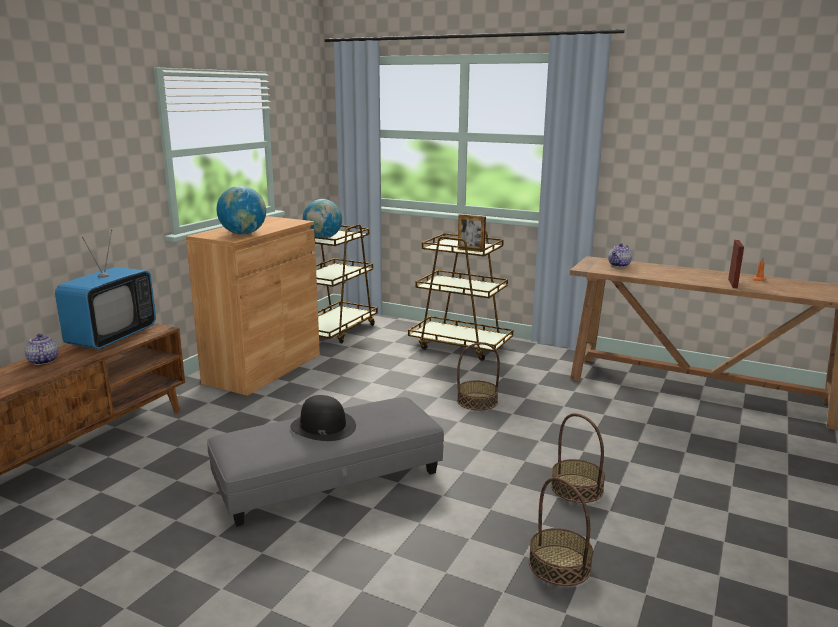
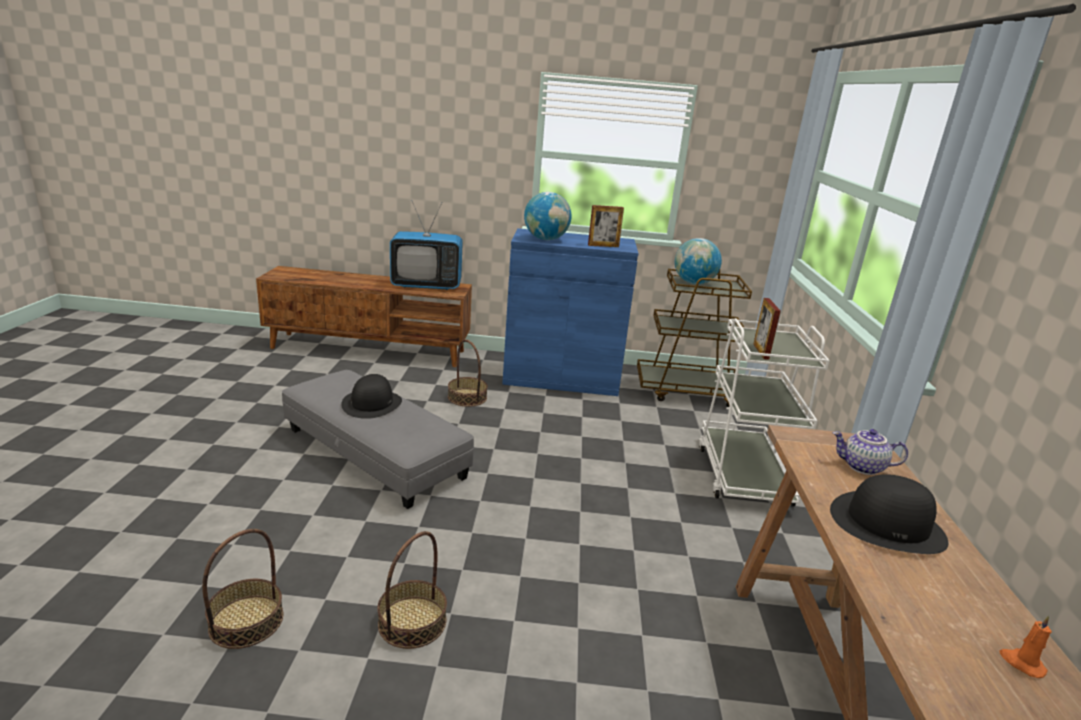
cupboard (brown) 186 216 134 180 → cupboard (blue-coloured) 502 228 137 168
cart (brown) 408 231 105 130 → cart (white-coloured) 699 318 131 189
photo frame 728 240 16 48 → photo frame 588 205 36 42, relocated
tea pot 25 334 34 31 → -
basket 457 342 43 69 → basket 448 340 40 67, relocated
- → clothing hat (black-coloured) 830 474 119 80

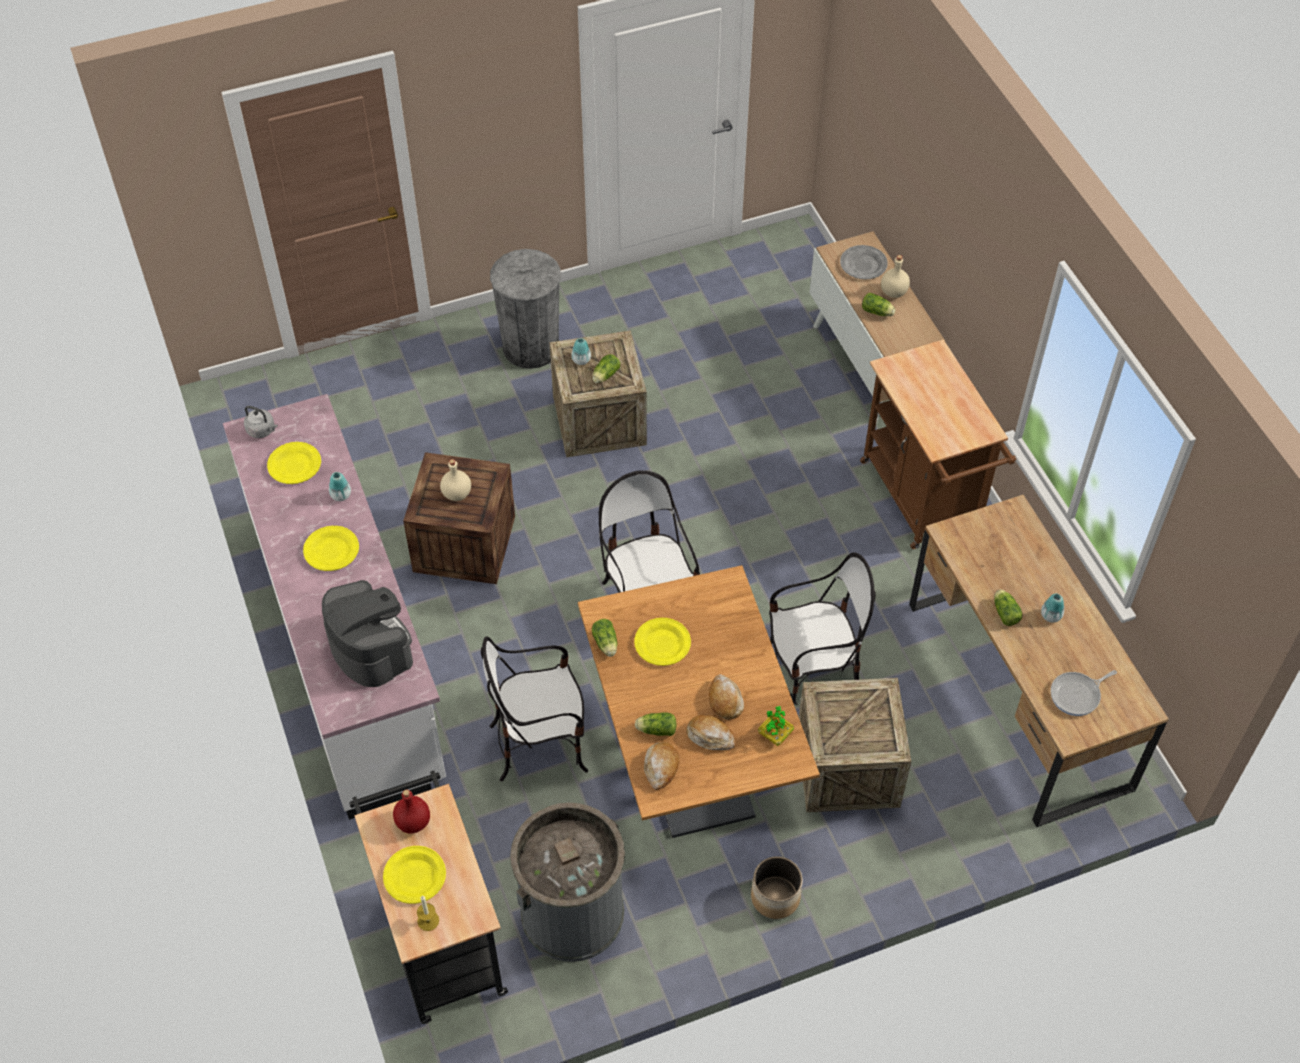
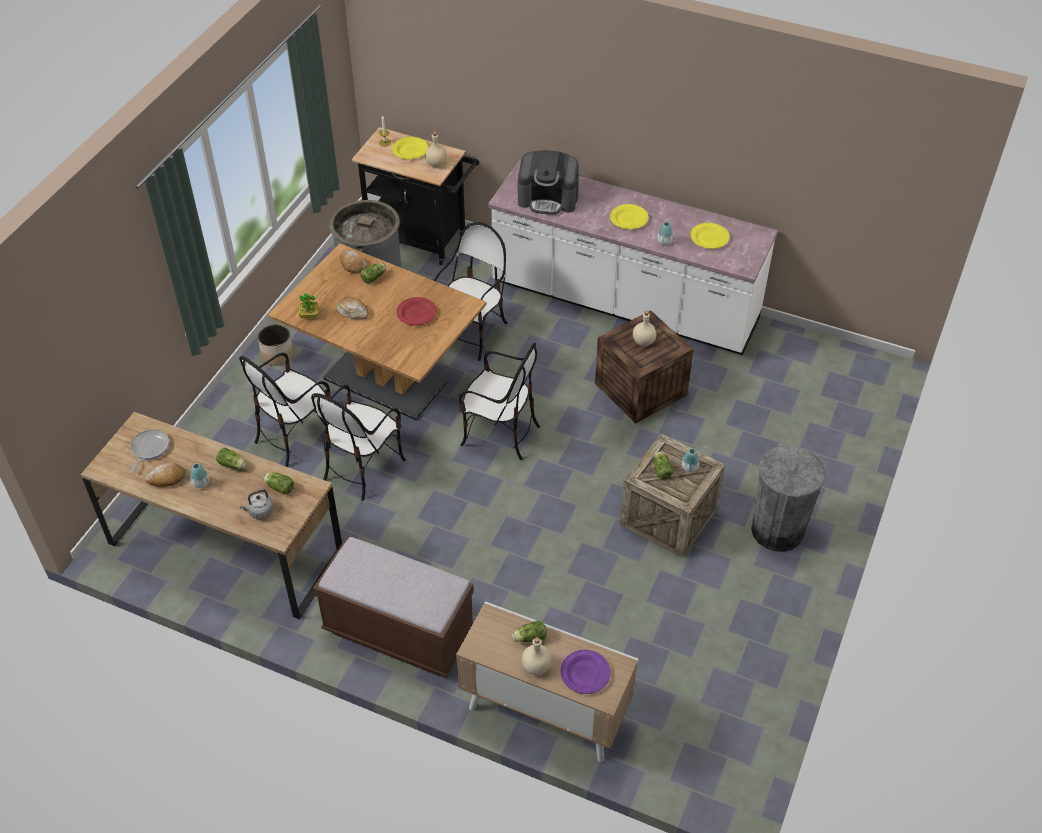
plate (grey) 840 245 48 34 → plate (purple-coloured) 560 650 51 44
cart (brown) 860 340 156 209 → long seat (brown) 313 537 161 140
water kettle (grey) 244 406 33 32 → water kettle (grey) 239 489 35 30, relocated
plate (yellow-coloured) 634 618 57 48 → plate (reddish) 396 297 41 29
head of lettuce 592 619 25 38 → head of lettuce 263 472 31 23, relocated
crate 799 678 112 134 → upright chair 239 353 92 114
bread 686 714 49 36 → bread 145 462 41 25, relocated
drink bottle (reddish) 393 790 37 44 → drink bottle (beige) 425 132 22 35

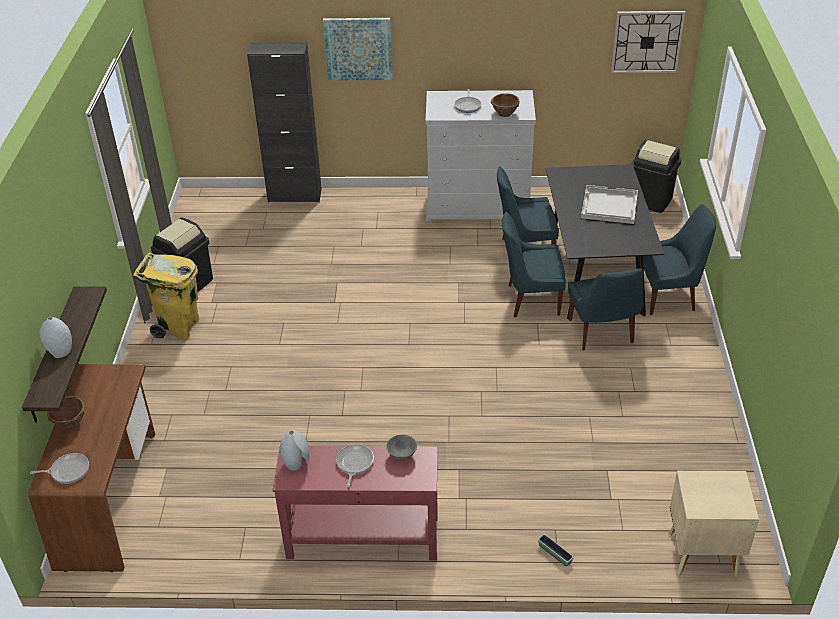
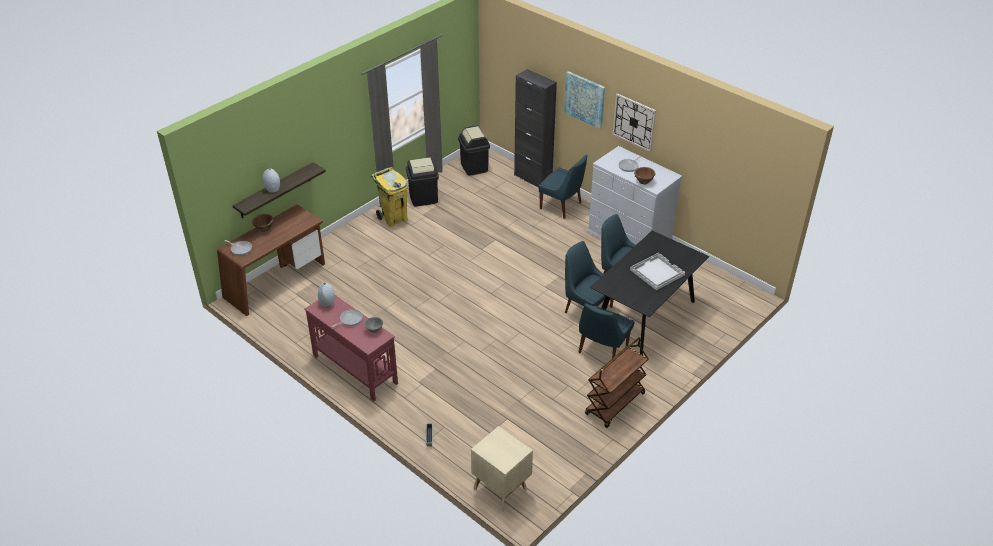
hanging clock 611 11 74 62 → hanging clock 612 93 44 59, relocated
rubbish bin (black-coloured) 631 140 51 73 → rubbish bin (black-coloured) 458 125 32 51, relocated
upright chair (blue-coloured) 643 204 73 111 → upright chair (blue-coloured) 539 154 48 65, relocated
- → cart (brown) 585 337 64 91

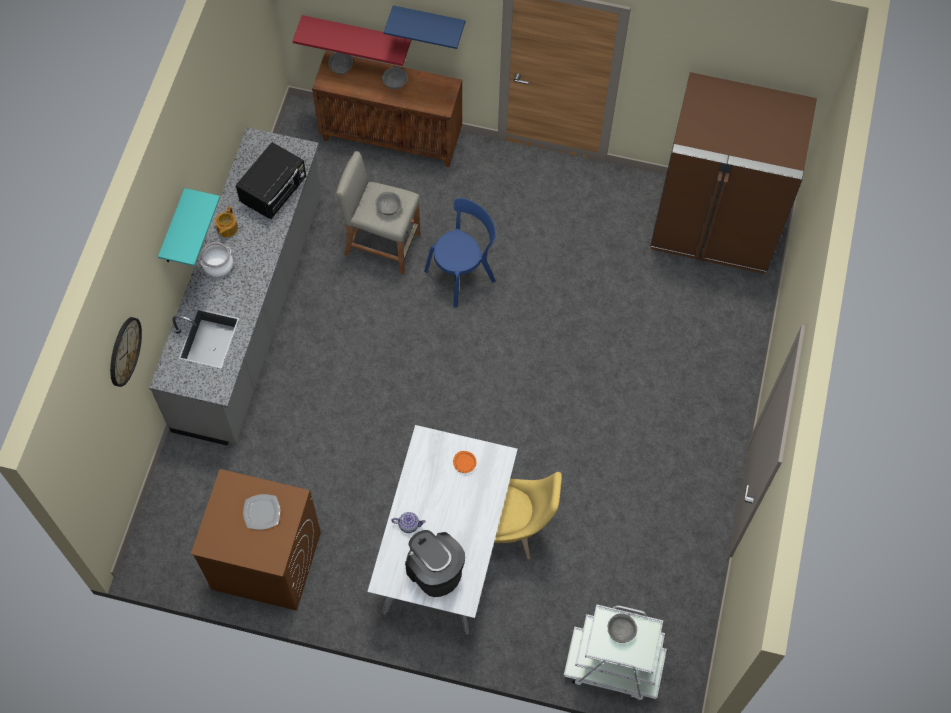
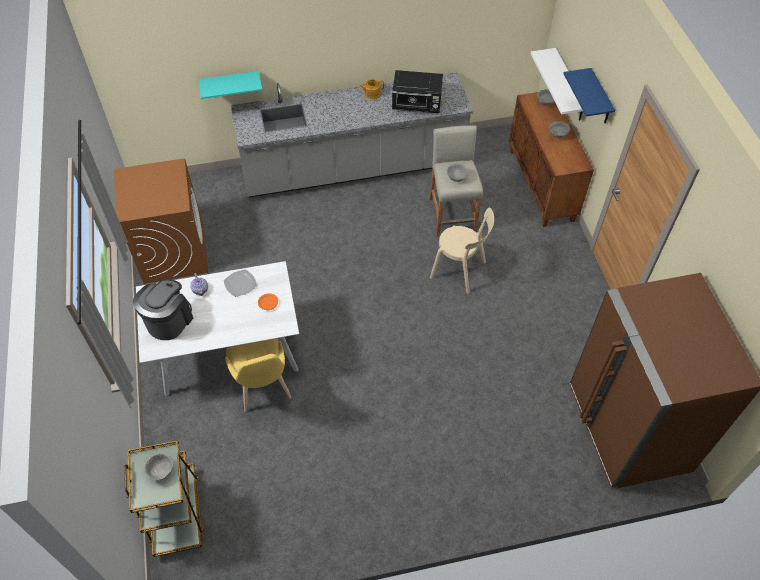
shelf (reddish) 293 15 118 51 → shelf (white-coloured) 531 48 52 73
shelf (turquoise-coloured) 158 188 62 78 → shelf (turquoise-coloured) 198 71 64 28, relocated
upright chair (blue-coloured) 424 198 72 110 → upright chair (beige) 430 208 64 86
saucepot 201 242 32 35 → -
hanging clock 110 317 32 70 → -
plate 243 494 37 36 → plate 224 269 33 28, relocated
cart (white-coloured) 563 604 104 96 → cart (brown) 124 440 81 117

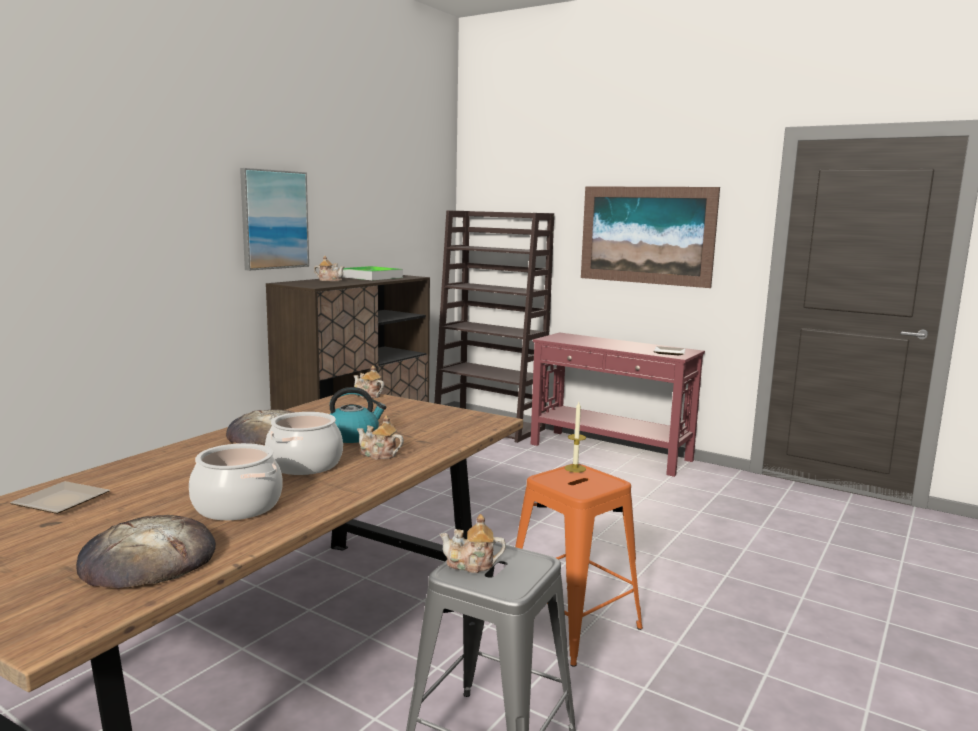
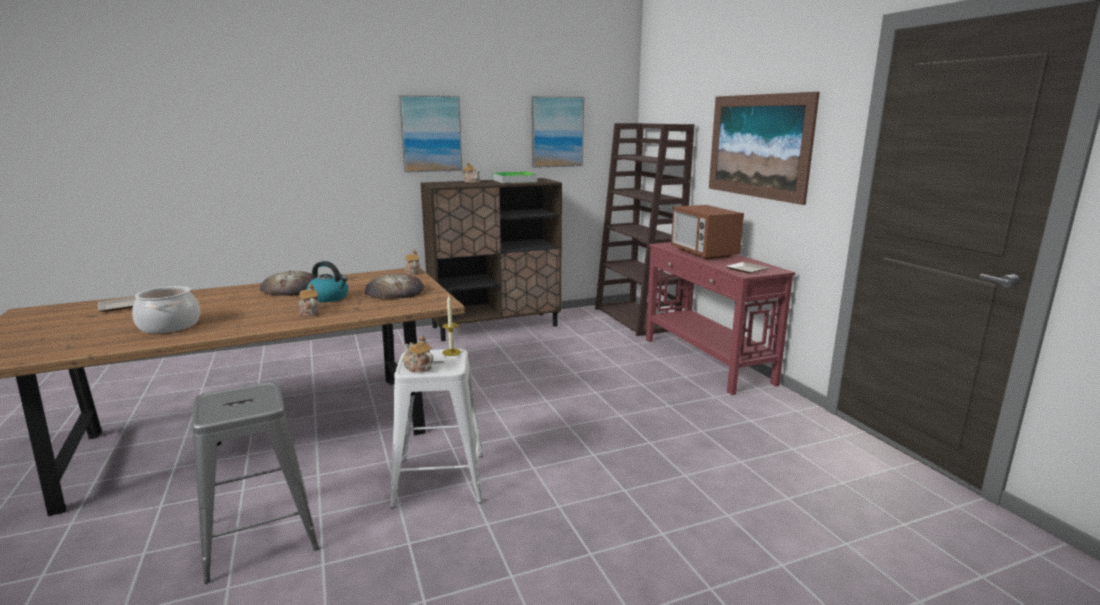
saucepot 265 412 78 63 → -
sitting stool (orangey) 515 464 128 203 → sitting stool (white-coloured) 390 349 93 160
tea pot 440 514 66 59 → tea pot 403 335 31 37, relocated
bread 76 515 140 73 → bread 365 274 59 25, relocated
- → picture 531 96 53 72
- → microwave oven 671 205 73 55

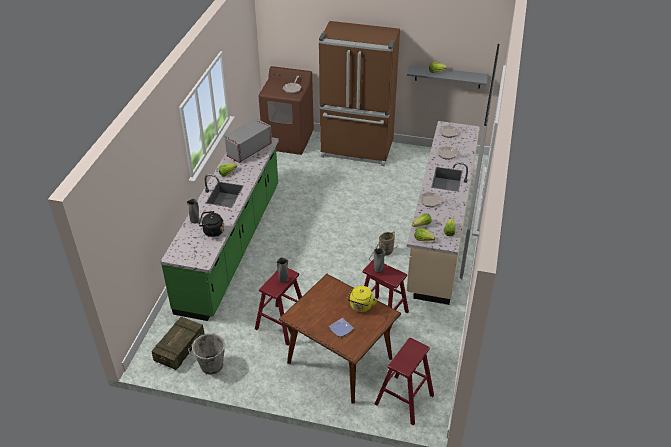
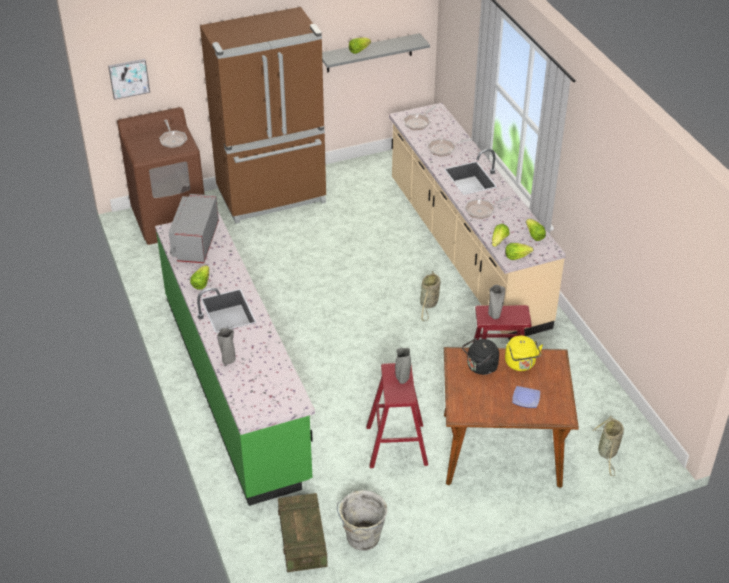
water kettle (black-coloured) 199 211 25 26 → water kettle (black-coloured) 462 338 37 37, relocated
sitting stool (reddish) 375 338 59 88 → basket 592 416 32 60
- → picture 108 59 42 41

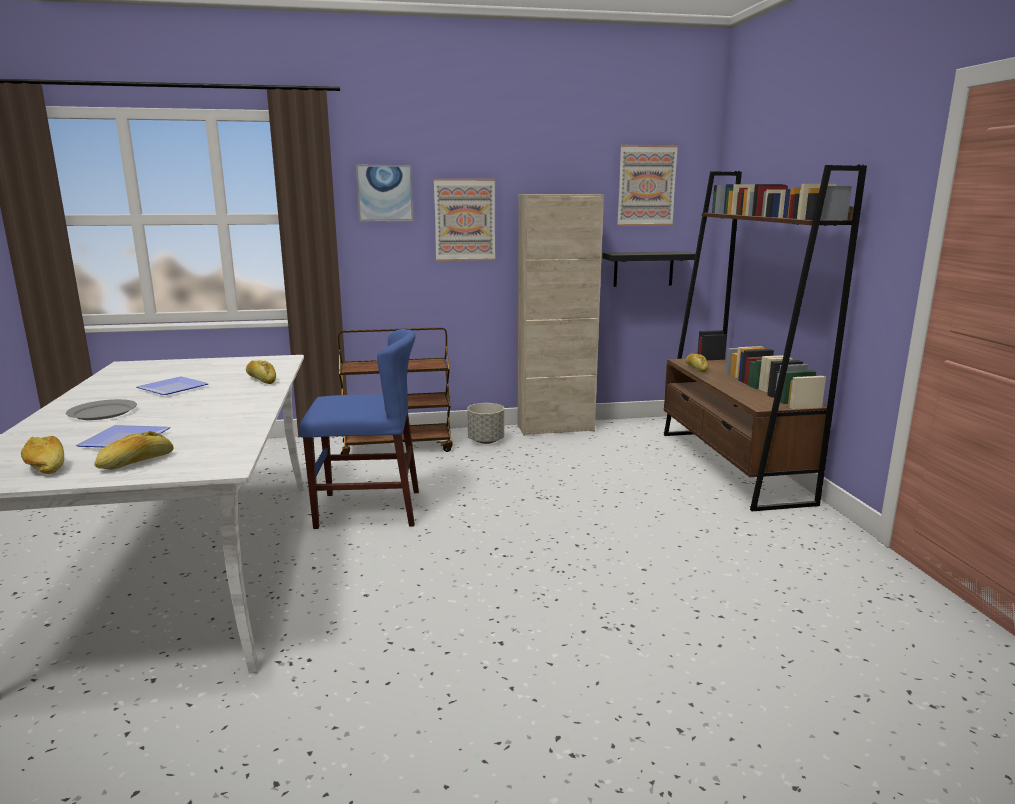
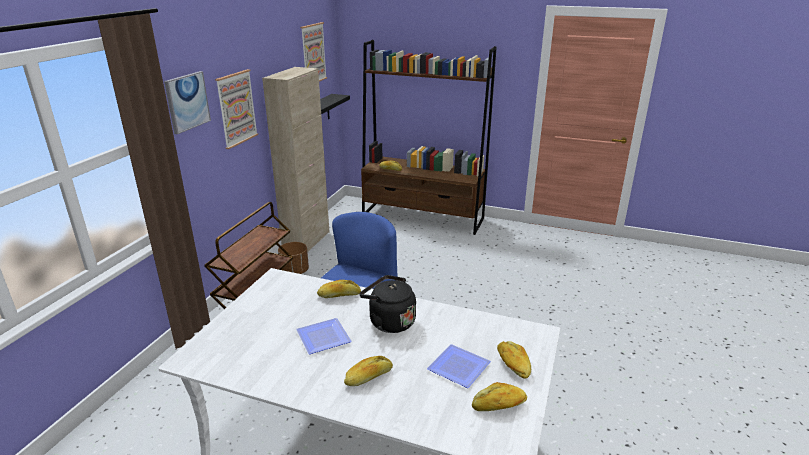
plate (grey) 66 399 71 21 → bread 344 356 49 30
planter (grey) 467 403 37 41 → planter (brown) 278 242 31 32
- → water kettle (black-coloured) 360 275 56 58

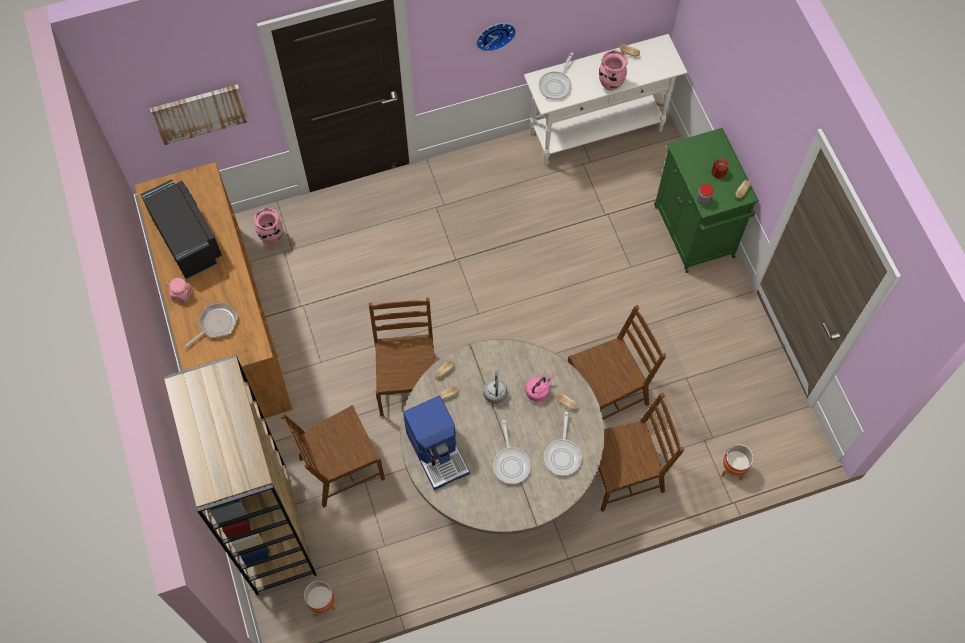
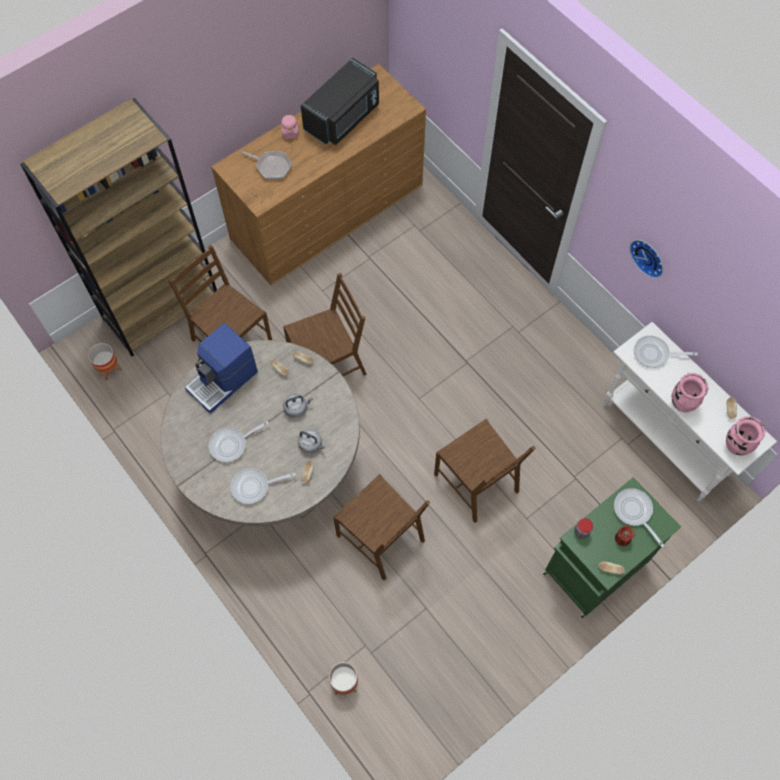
picture 150 84 99 61 → -
decorative vase (pink-coloured) 254 208 29 36 → decorative vase (pink-coloured) 726 416 39 40, relocated
water kettle (pink-coloured) 526 375 27 27 → water kettle (grey) 298 429 28 25
upright chair (brown) 599 393 85 119 → upright chair (brown) 434 419 102 104, relocated
- → pan 614 488 51 59

